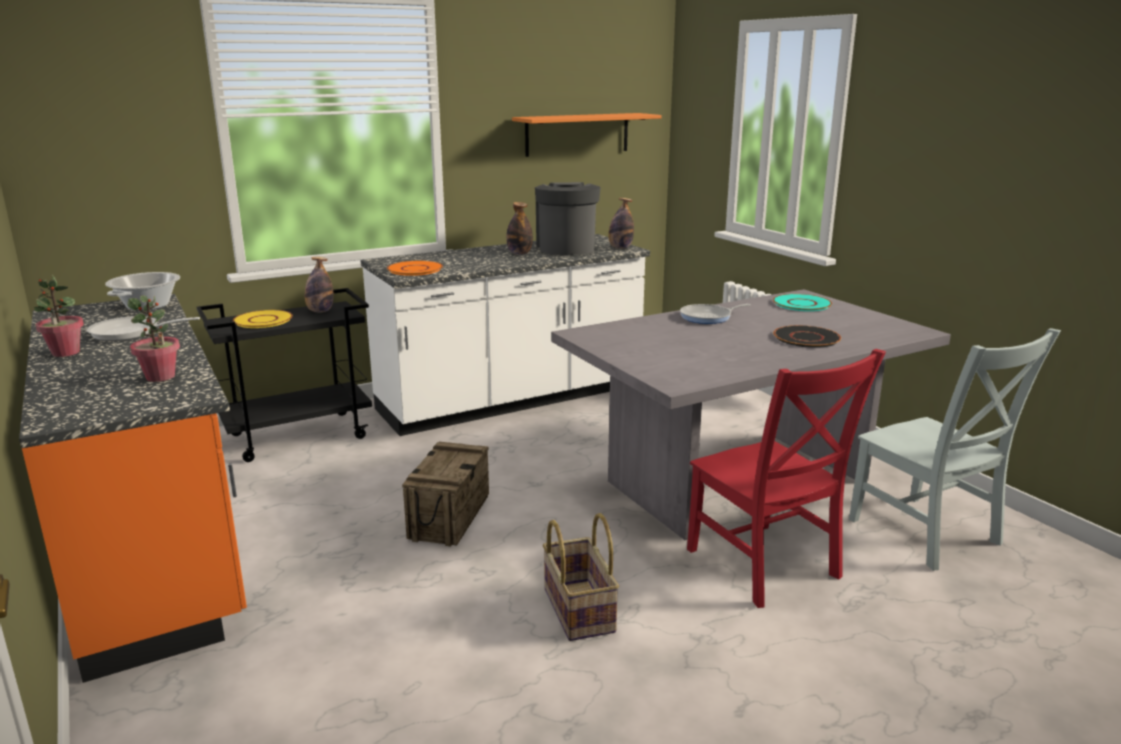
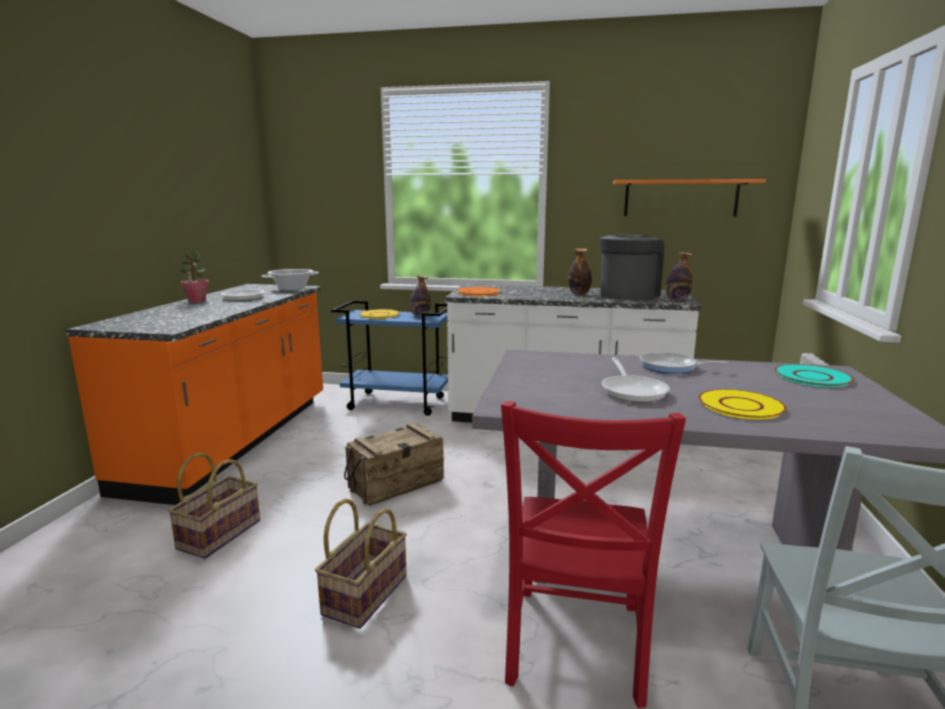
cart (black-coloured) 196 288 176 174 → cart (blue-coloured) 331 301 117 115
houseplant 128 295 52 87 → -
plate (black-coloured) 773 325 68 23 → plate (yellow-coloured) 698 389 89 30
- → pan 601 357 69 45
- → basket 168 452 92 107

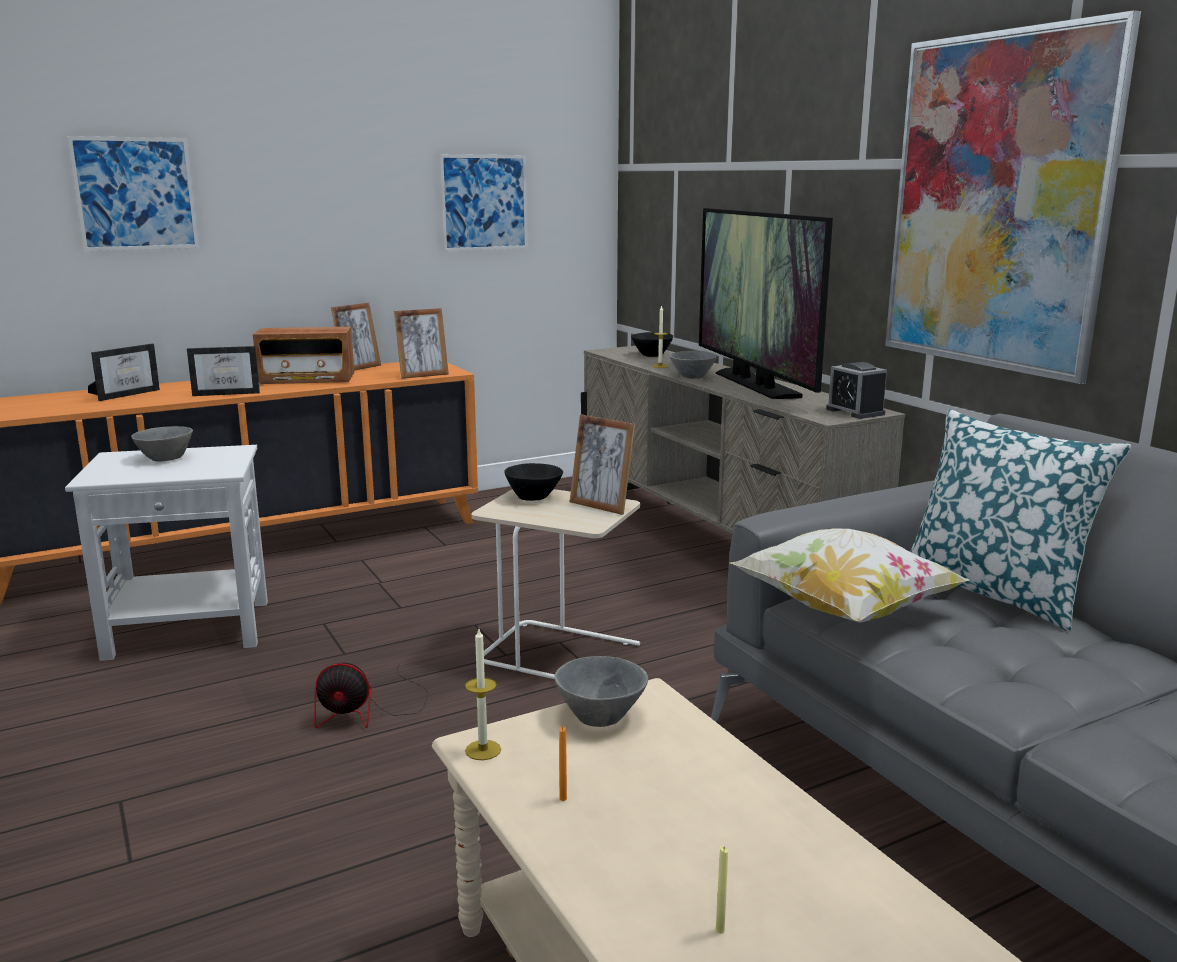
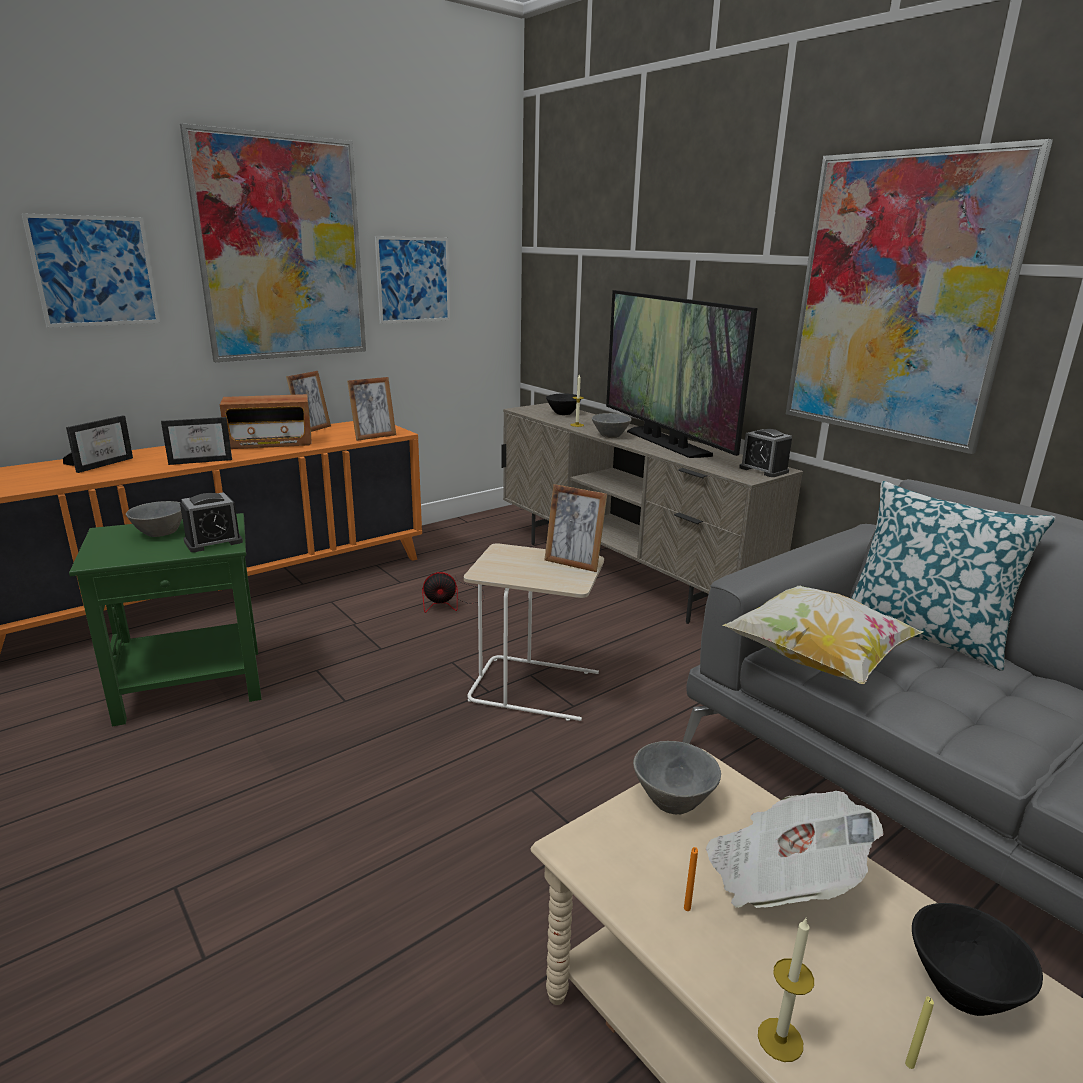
accent table (white-coloured) 65 445 203 216 → accent table (green-coloured) 69 513 192 214
deep dish (black-coloured) 504 463 59 38 → deep dish (black-coloured) 912 903 131 113, relocated
candle 465 629 36 131 → candle 758 918 56 144, relocated
cooling fan 314 663 114 65 → cooling fan 422 572 63 41, relocated
- → picture 180 123 186 239
- → alarm clock 180 492 63 60
- → daily paper 706 791 177 117

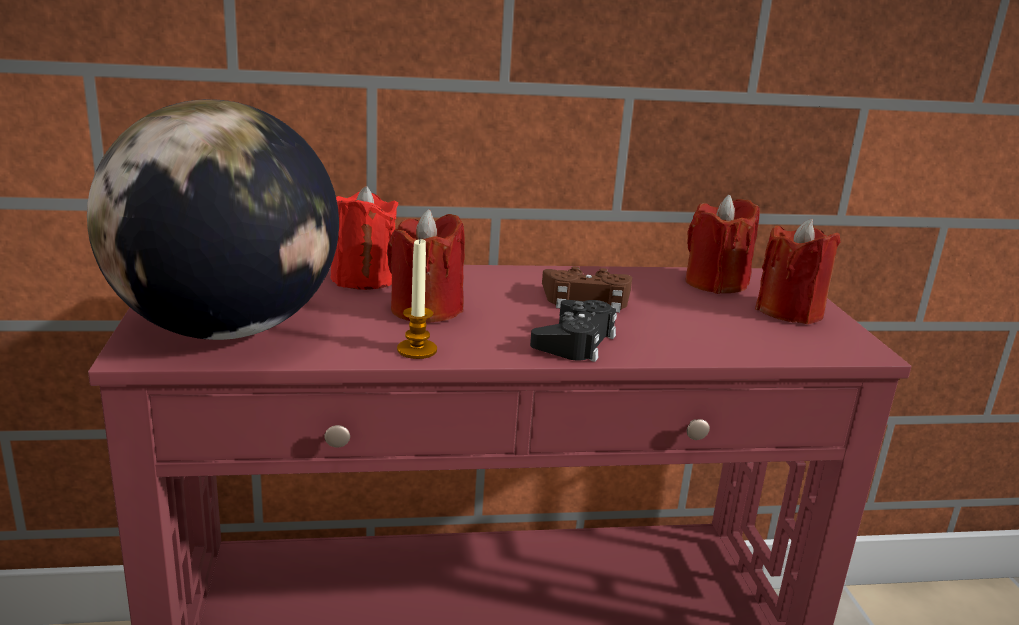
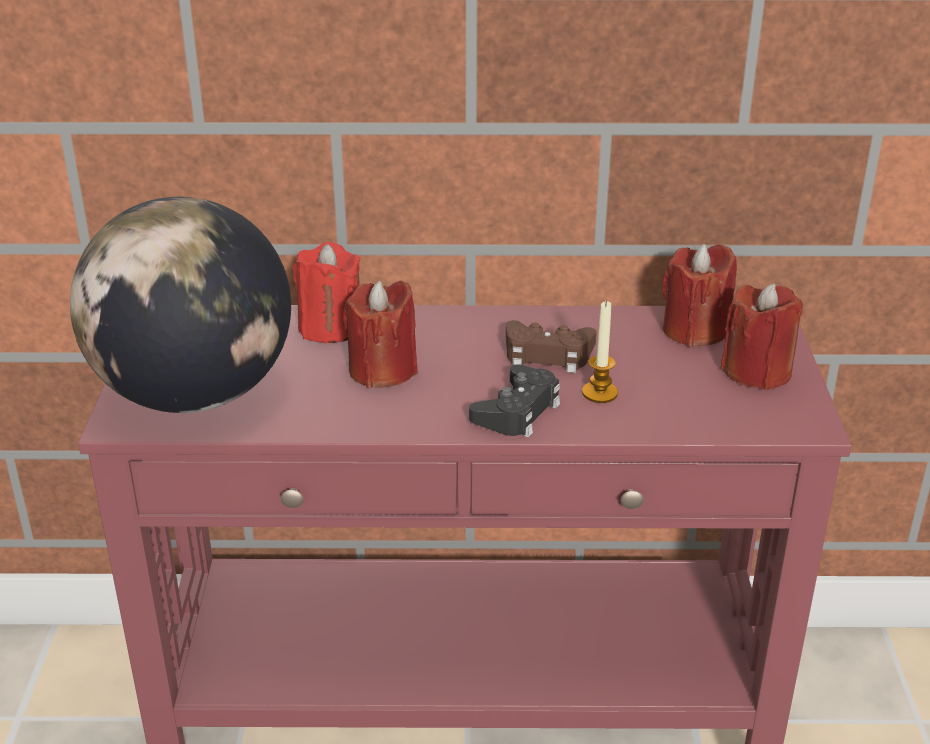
candle 397 239 40 120 → candle 582 301 36 102, relocated

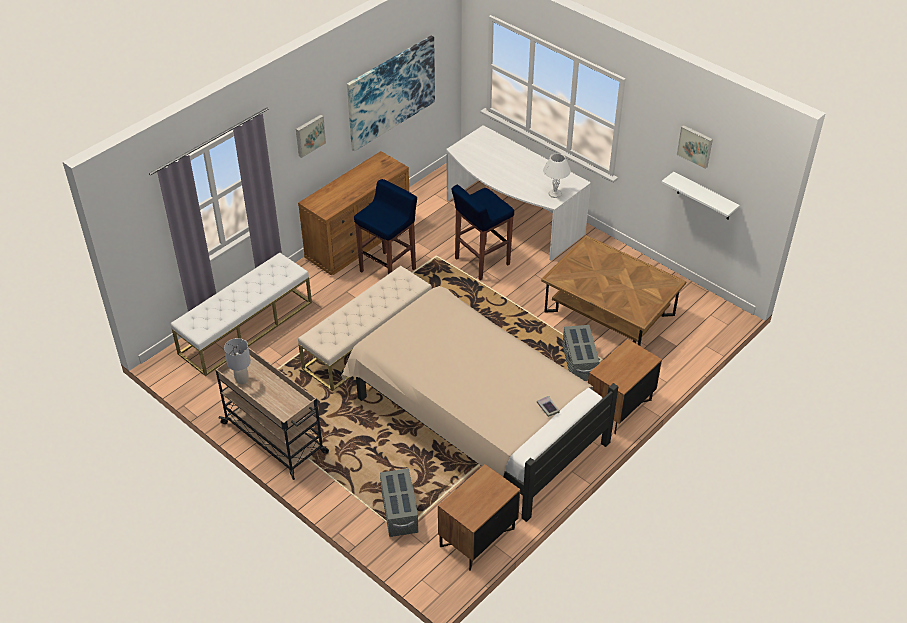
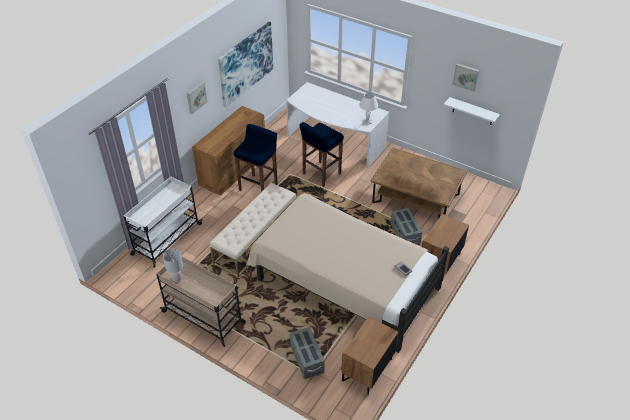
long seat (white-coloured) 171 253 141 123 → cart (white-coloured) 124 176 78 92

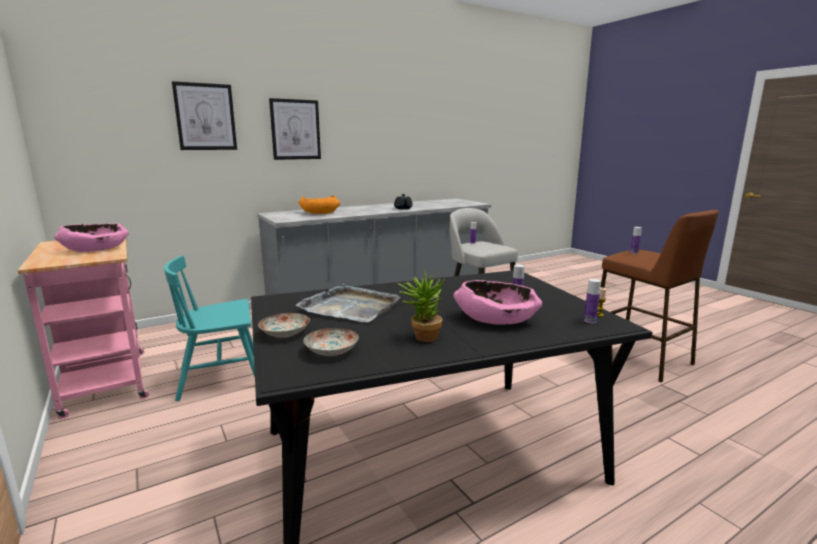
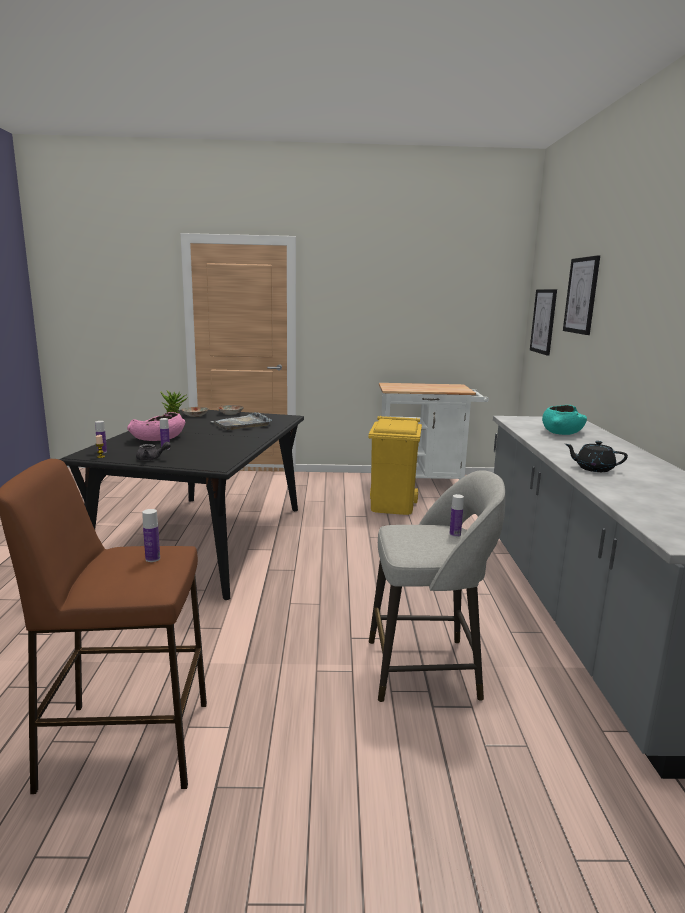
picture 269 98 52 62 → picture 530 289 27 67, relocated
deep dish (orangey) 298 195 42 19 → deep dish (turquoise-coloured) 542 405 45 30
deep dish (pink-coloured) 54 223 75 29 → -
cart (pink-coloured) 17 238 132 181 → cart (white-coloured) 379 383 110 97
upright chair (turquoise-coloured) 164 256 91 145 → rubbish bin (yellow-coloured) 368 416 54 99
- → tea pot (grey) 136 442 35 19

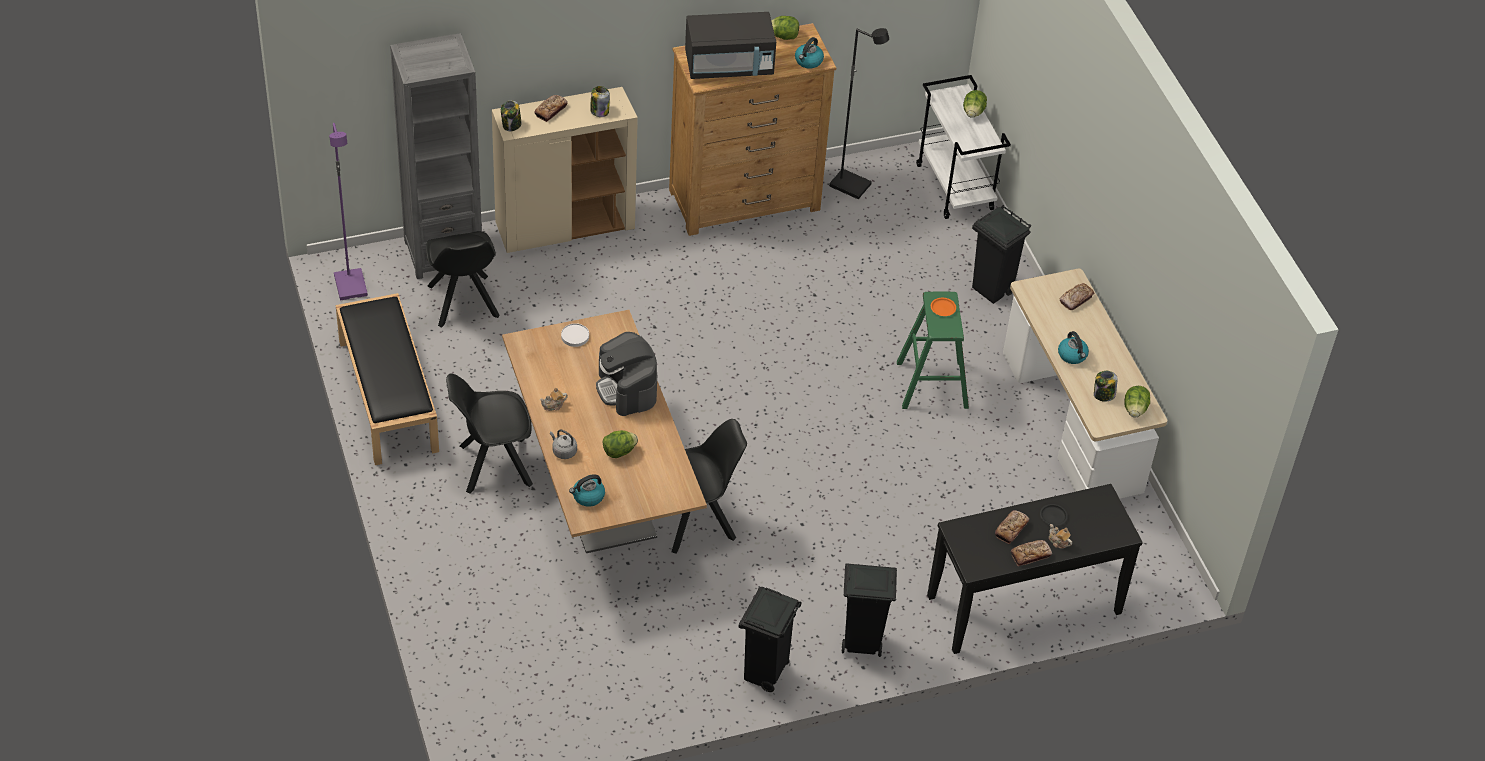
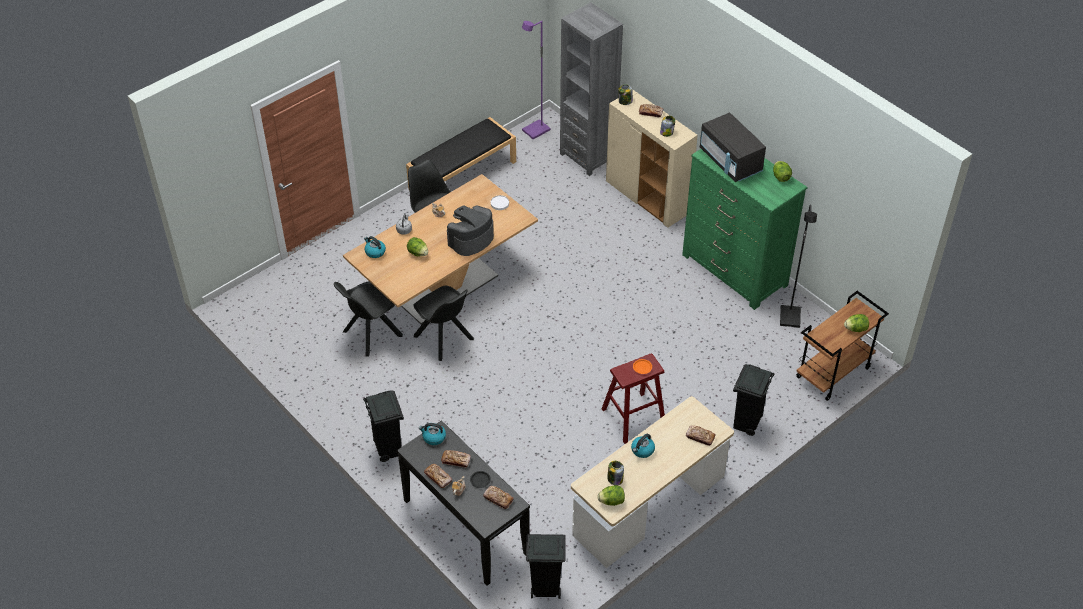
drawer chest (brown) 669 23 167 213 → drawer chest (green-coloured) 682 149 125 161
water kettle 795 37 29 31 → water kettle 419 423 27 22, relocated
cart (white-coloured) 916 75 95 144 → cart (brown) 796 291 93 110
upright chair (black-coloured) 426 231 74 97 → upright chair (black-coloured) 334 281 69 76, relocated
sitting stool (green-coloured) 897 292 72 117 → sitting stool (reddish) 602 353 63 91
rubbish bin (black-coloured) 739 587 63 105 → rubbish bin (black-coloured) 526 534 39 65, relocated
- → bread 483 486 31 23

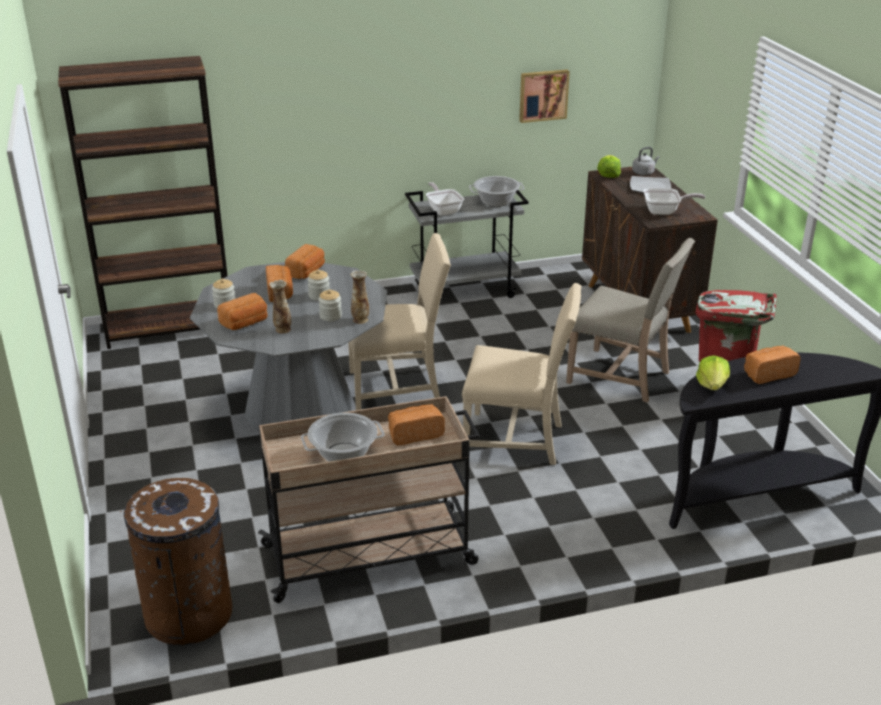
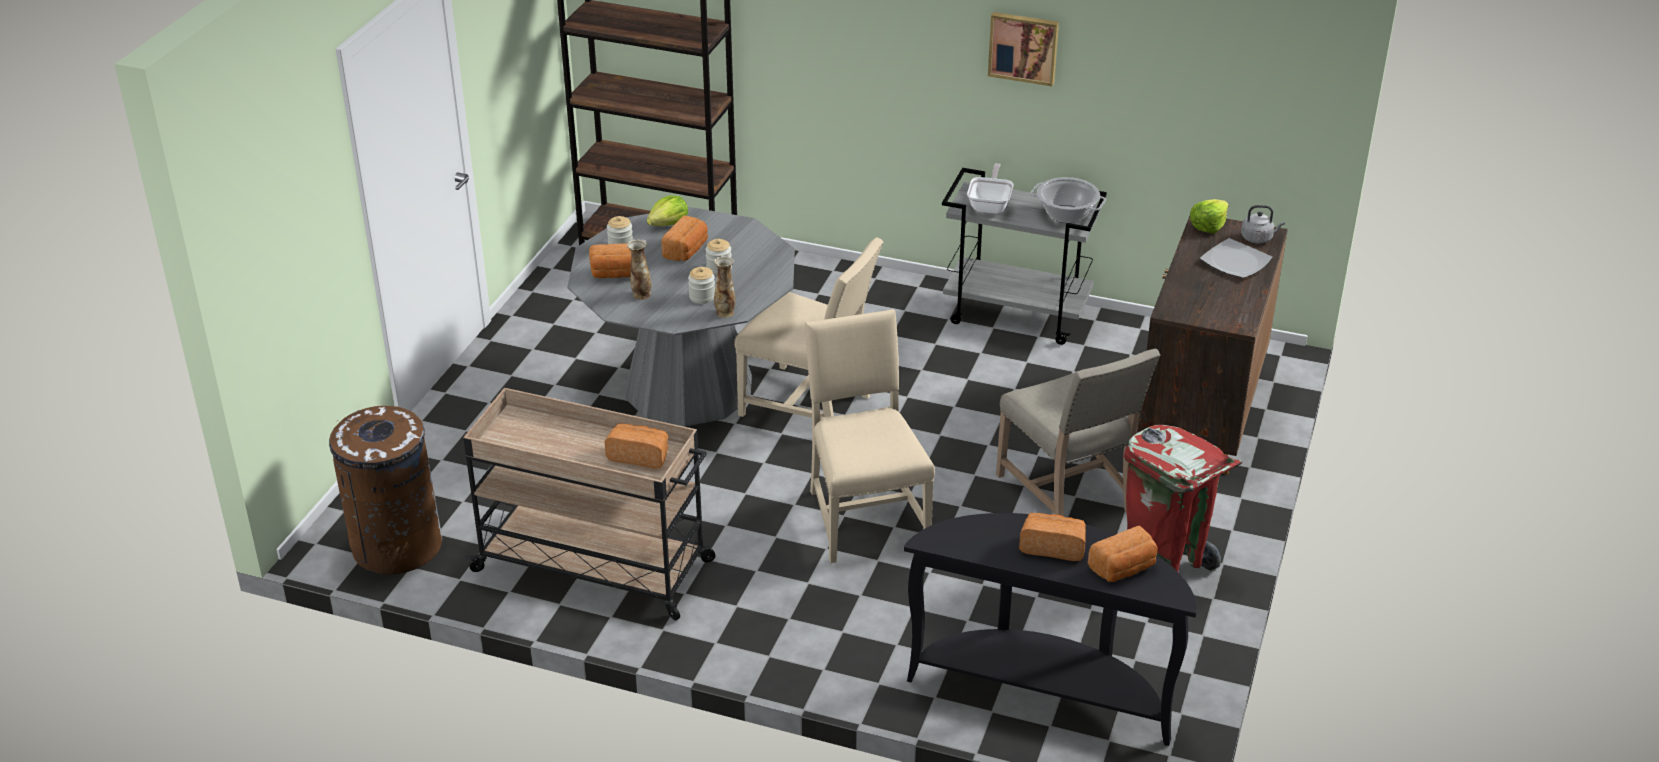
picture 519 69 51 54 → picture 988 12 71 74, relocated
pan 643 188 62 27 → -
bread 285 244 40 35 → bread 1088 526 70 56, relocated
upright chair (beige) 462 283 120 182 → upright chair (beige) 805 309 130 254, 150 degrees counterclockwise
head of lettuce 696 355 34 35 → head of lettuce 647 195 41 31, relocated
saucepot 301 413 84 49 → -

